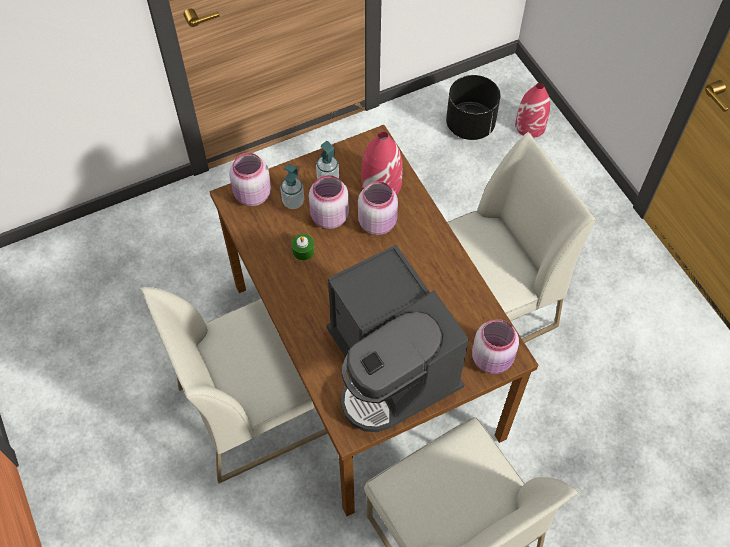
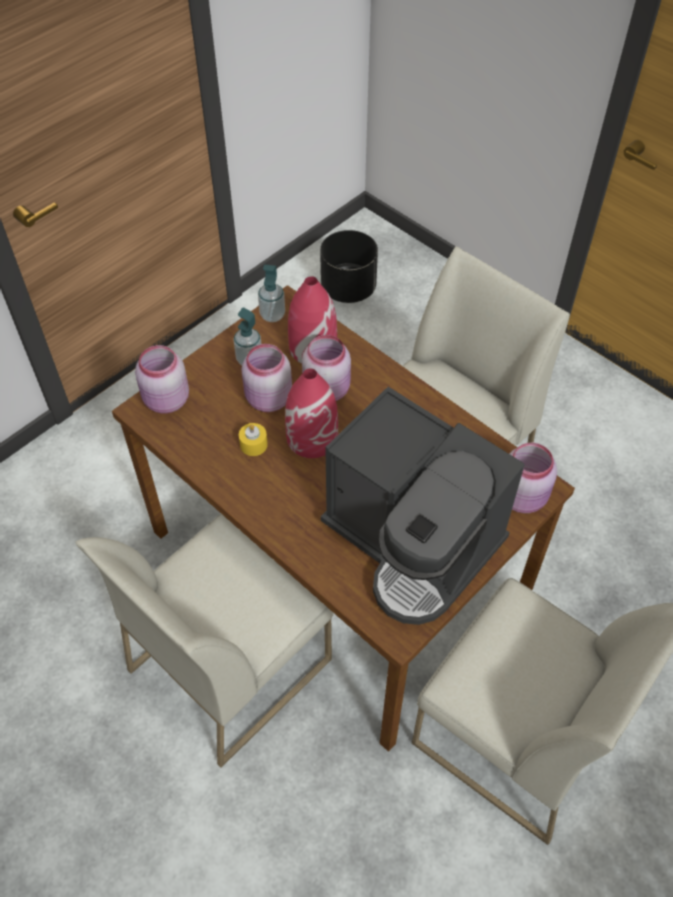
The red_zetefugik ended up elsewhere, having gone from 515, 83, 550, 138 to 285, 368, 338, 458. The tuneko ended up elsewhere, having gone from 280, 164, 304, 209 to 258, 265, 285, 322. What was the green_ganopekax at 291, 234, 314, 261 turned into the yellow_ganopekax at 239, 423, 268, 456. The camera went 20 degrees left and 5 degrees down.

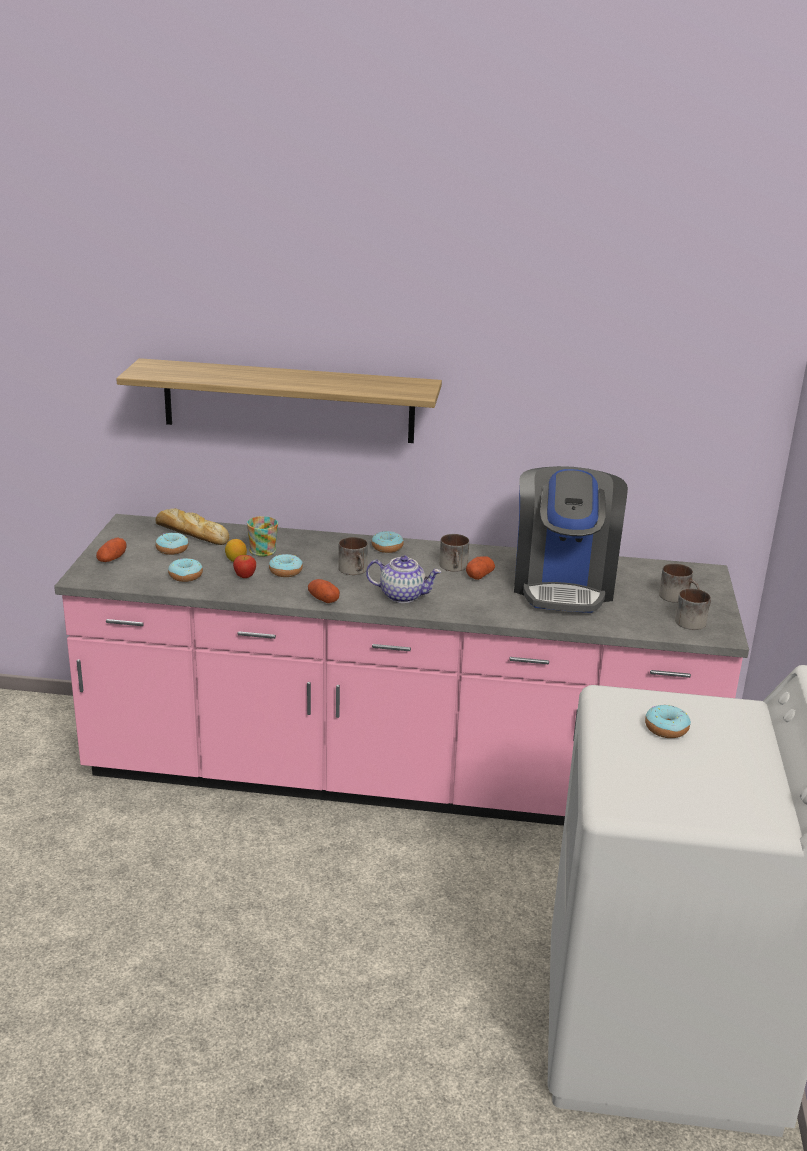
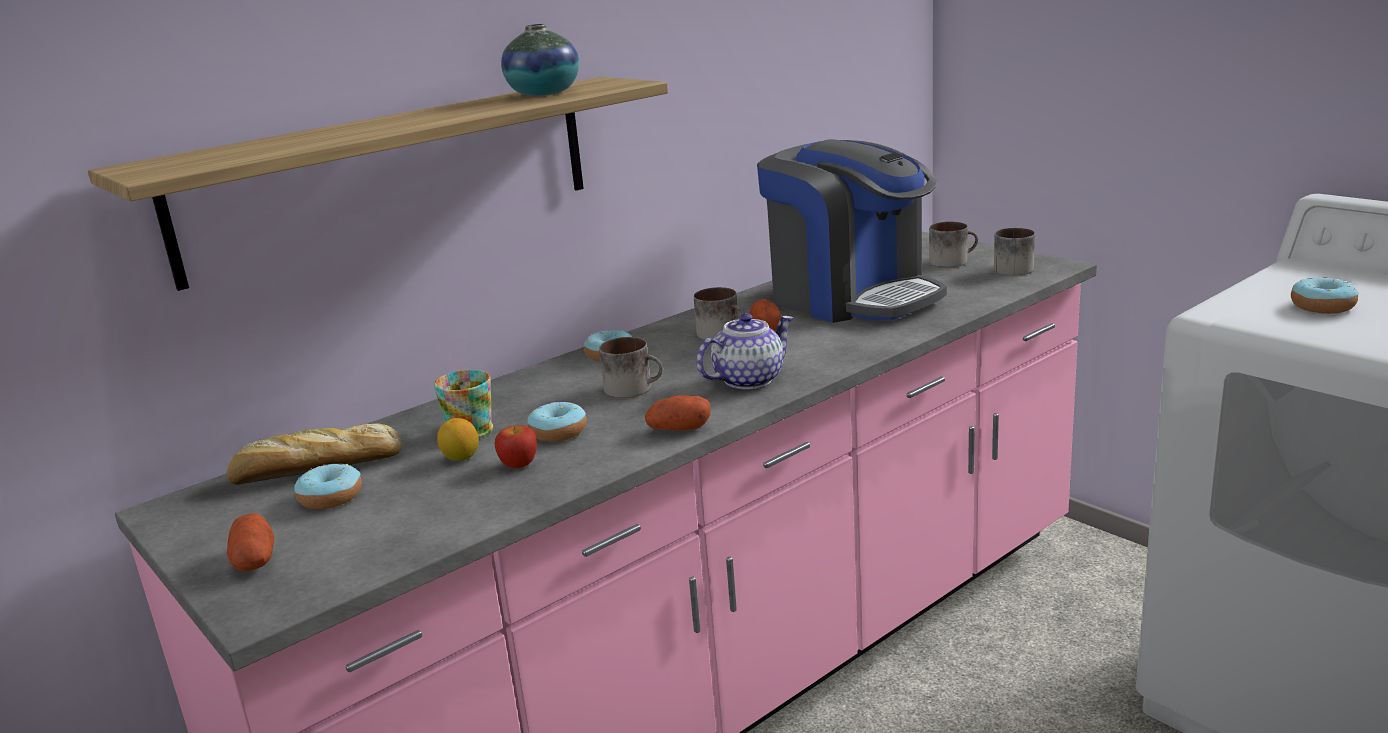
The second view lost the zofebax at 168, 558, 203, 582. The second view gained the zetefugik at 501, 24, 579, 96. The camera went 45 degrees left and 5 degrees down.

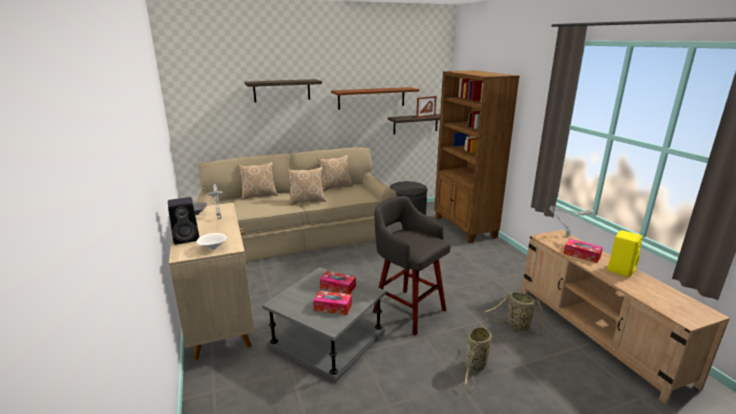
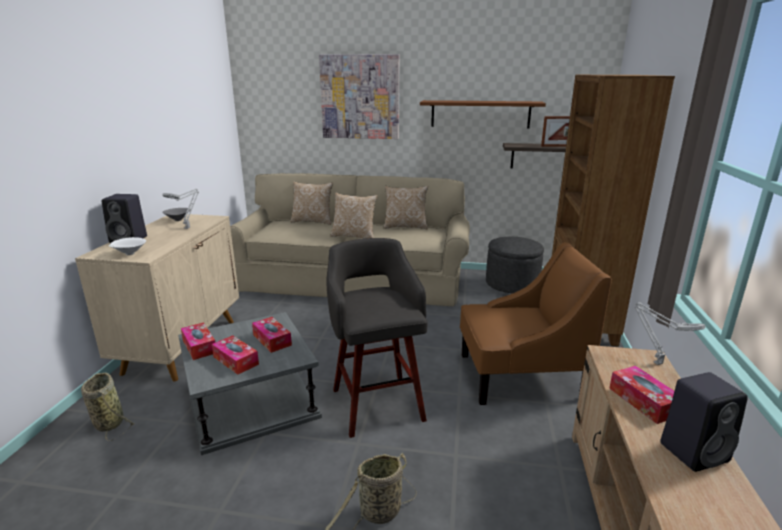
Where the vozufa hung at 245, 79, 322, 102, the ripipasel came to hang at 319, 54, 399, 139. What was the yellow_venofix at 607, 230, 643, 277 turned into the black_venofix at 660, 372, 748, 472. The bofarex ended up elsewhere, having gone from 484, 292, 544, 332 to 81, 373, 135, 441. The second view gained the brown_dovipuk at 460, 242, 612, 405. The second view gained the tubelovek at 181, 322, 215, 360. The camera went 30 degrees right and 0 degrees up.

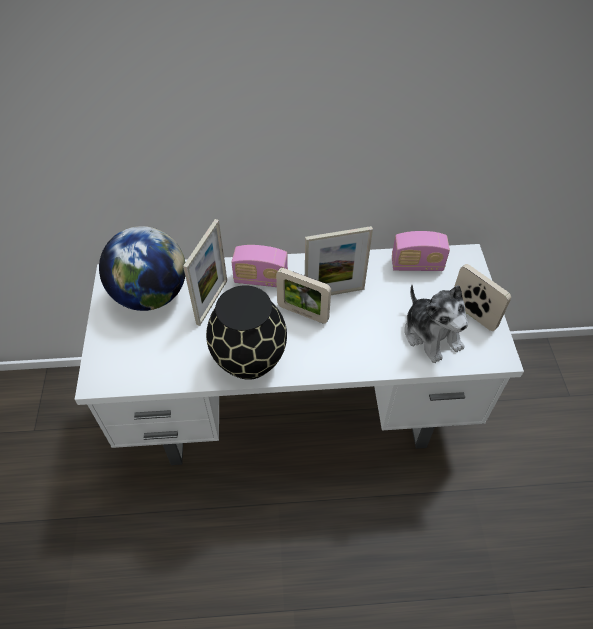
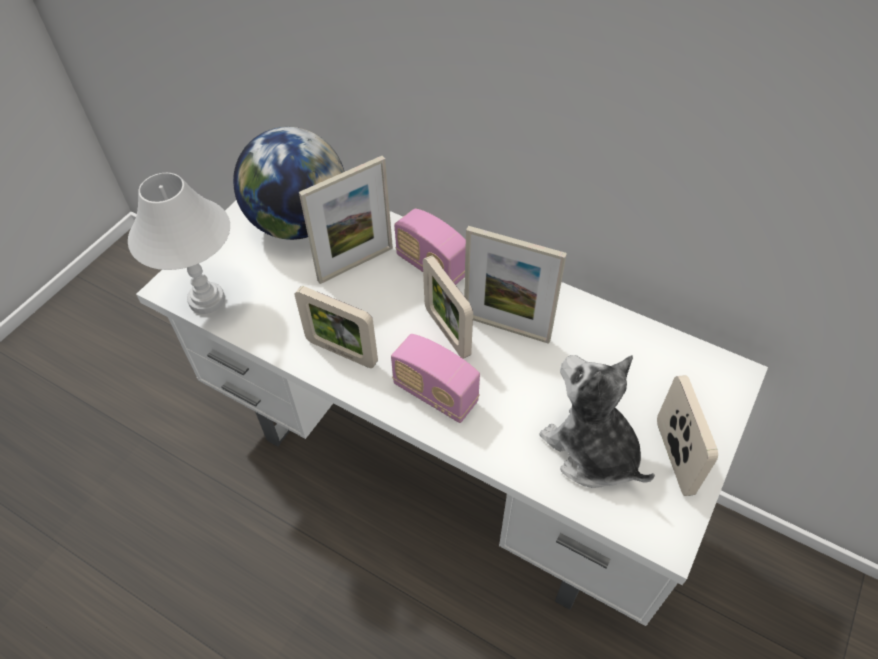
The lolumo ended up elsewhere, having gone from 392, 231, 450, 271 to 391, 334, 480, 423. Where the black_zetefugik stood at 206, 285, 287, 380, the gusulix came to stand at 295, 286, 378, 368. The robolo at 405, 285, 468, 363 ended up facing another way, 135 degrees clockwise from before. The second view gained the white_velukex at 128, 173, 230, 314. The camera went 35 degrees right and 0 degrees up.

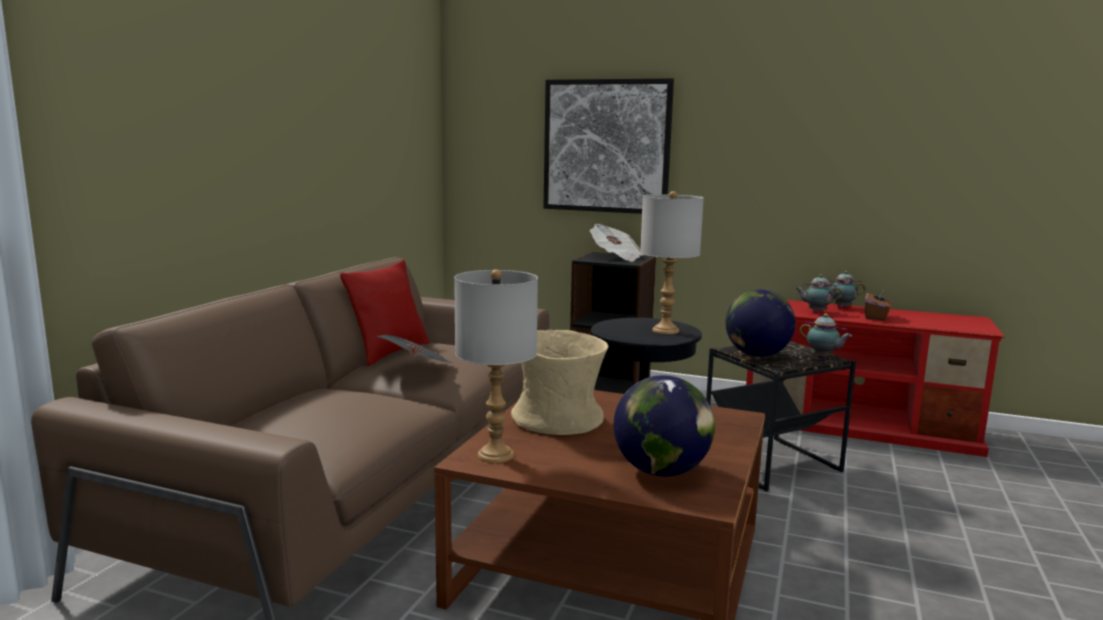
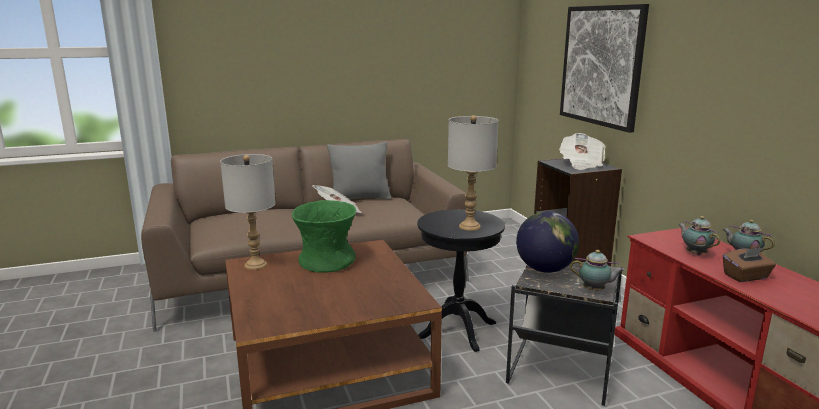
What was the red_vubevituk at 340, 260, 430, 366 turned into the grey_vubevituk at 327, 142, 392, 200. The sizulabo at 800, 313, 852, 358 ended up facing another way, 75 degrees counterclockwise from before. What was the beige_zetefugik at 511, 330, 609, 435 turned into the green_zetefugik at 292, 200, 356, 273. The second view lost the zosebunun at 614, 375, 715, 477. The camera went 50 degrees right and 5 degrees up.

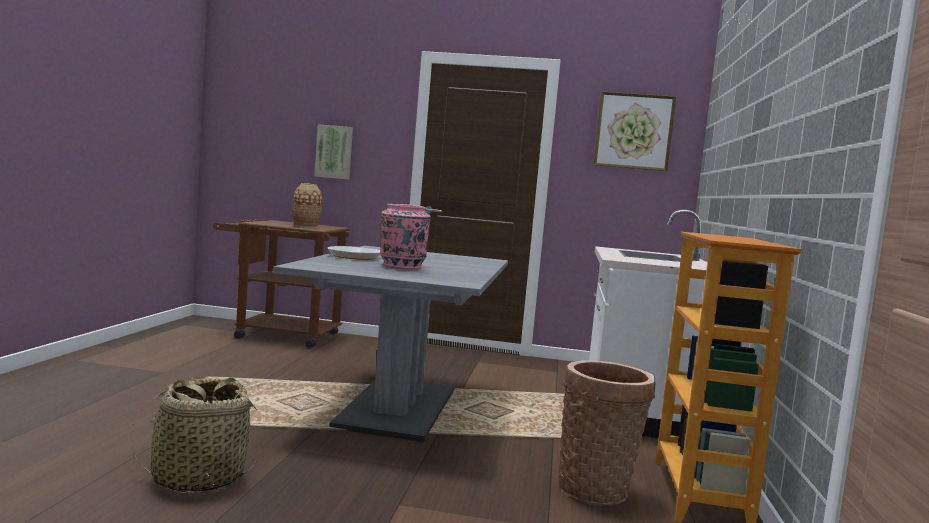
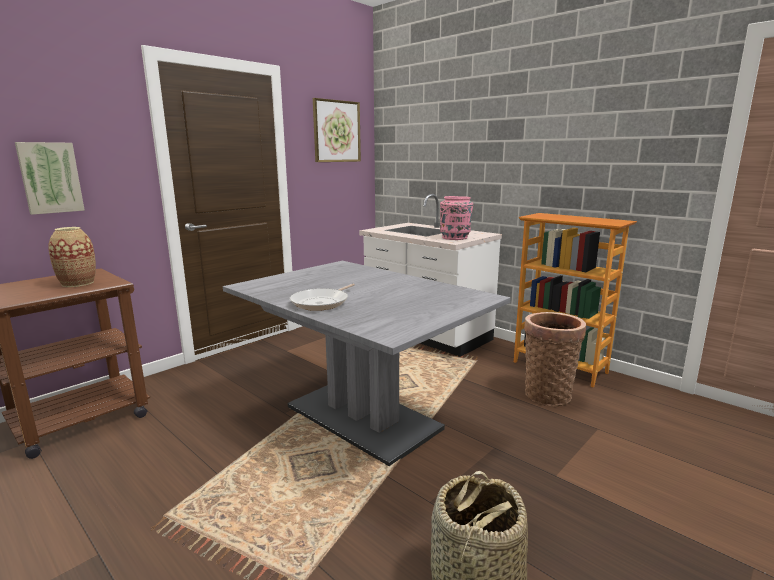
The pink_zetefugik ended up elsewhere, having gone from 380, 204, 431, 270 to 440, 196, 473, 240. The camera went 55 degrees left and 10 degrees up.

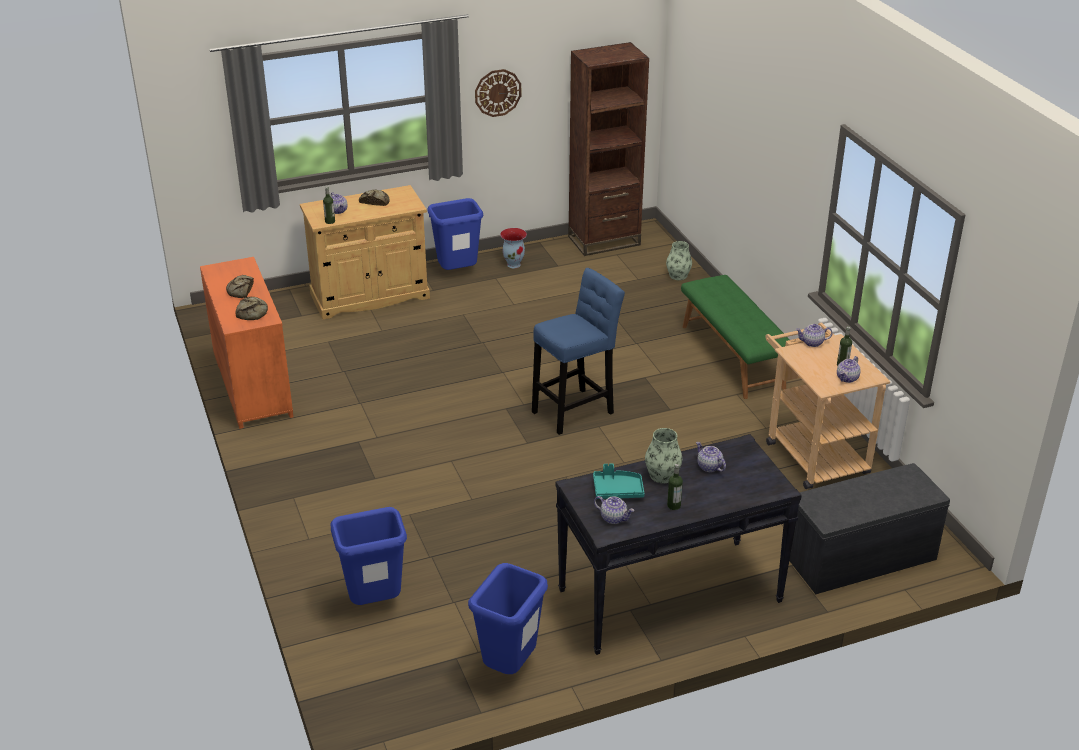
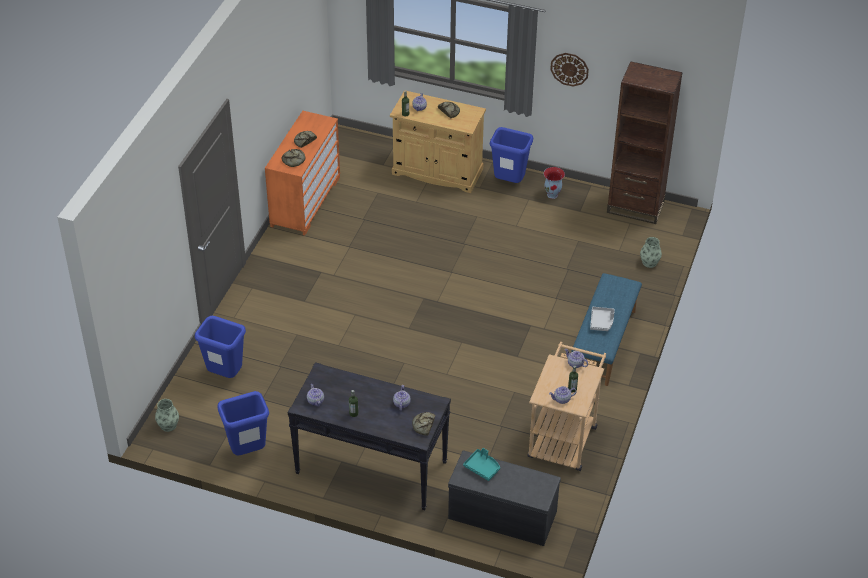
The second view lost the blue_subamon at 532, 268, 625, 435. What was the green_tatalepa at 681, 275, 790, 399 turned into the blue_tatalepa at 572, 273, 642, 386. The zetefugik ended up elsewhere, having gone from 645, 428, 682, 483 to 155, 399, 179, 432. The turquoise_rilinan ended up elsewhere, having gone from 593, 464, 645, 499 to 463, 448, 500, 481. The second view gained the grey_rilinan at 590, 307, 615, 331. The second view gained the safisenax at 412, 412, 435, 436. The camera went 40 degrees right and 10 degrees up.

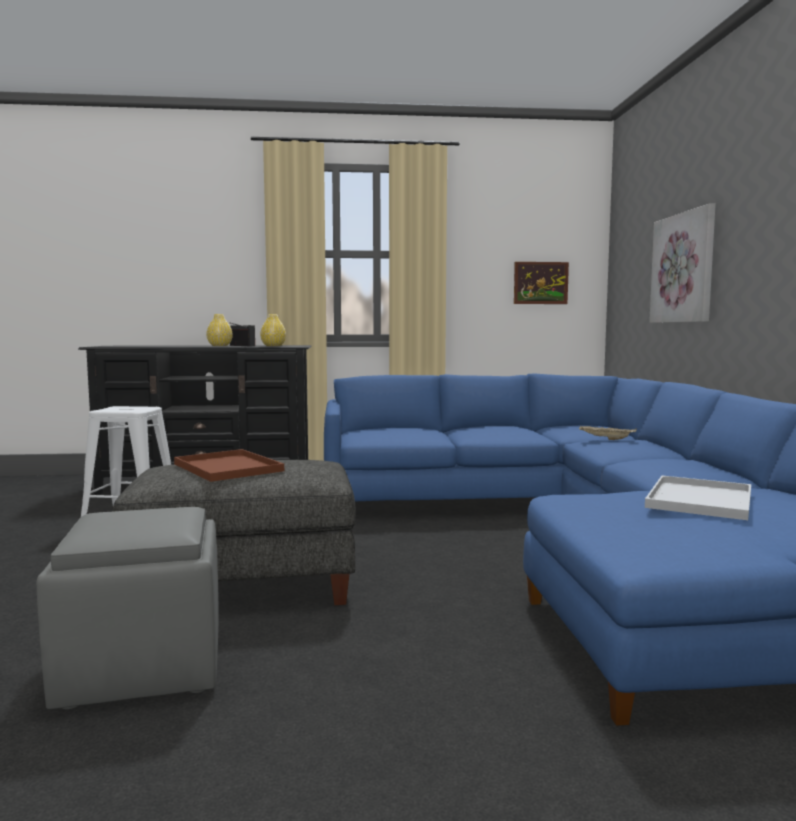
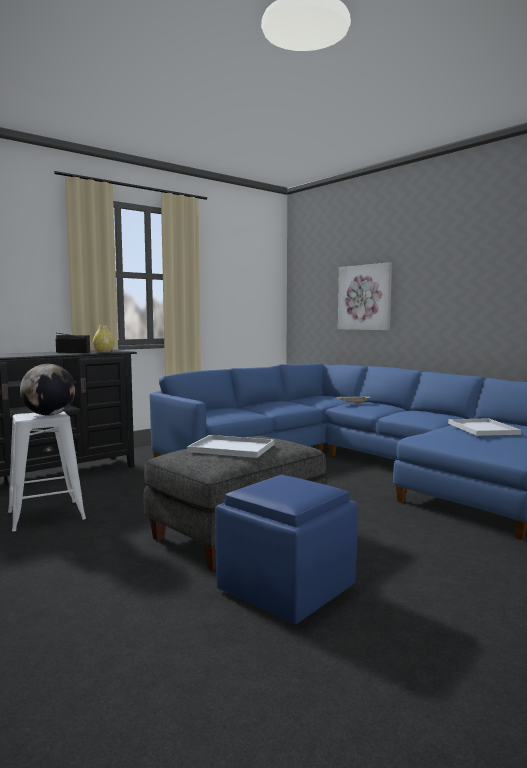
The second view lost the ripipasel at 514, 262, 569, 304. The second view lost the yellow_zetefugik at 206, 314, 233, 346. What was the brown_rilinan at 174, 449, 284, 482 turned into the white_rilinan at 187, 435, 274, 458. What was the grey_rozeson at 37, 507, 219, 710 turned into the blue_rozeson at 215, 475, 358, 624. The second view gained the zosebunun at 20, 364, 76, 416. The camera went 35 degrees left and 0 degrees up.

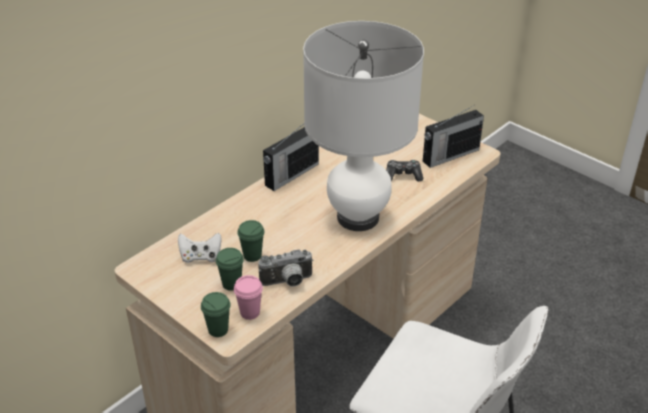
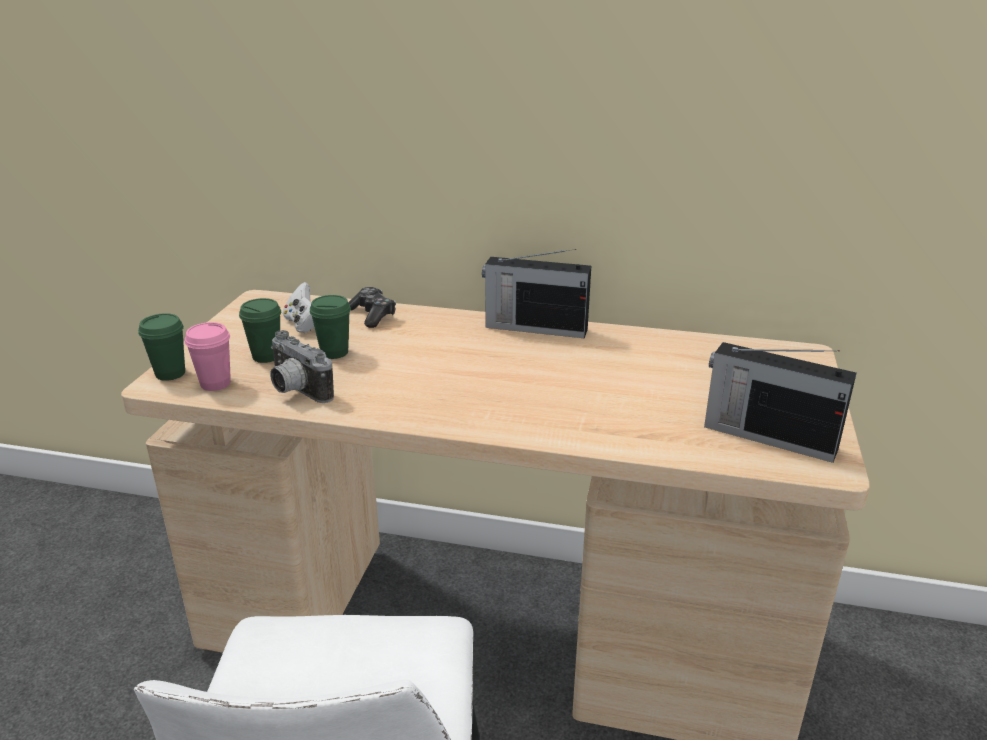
The second view lost the white_velukex at 303, 21, 424, 231. The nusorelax ended up elsewhere, having gone from 386, 160, 423, 181 to 348, 287, 396, 328. The camera went 60 degrees right and 10 degrees down.

